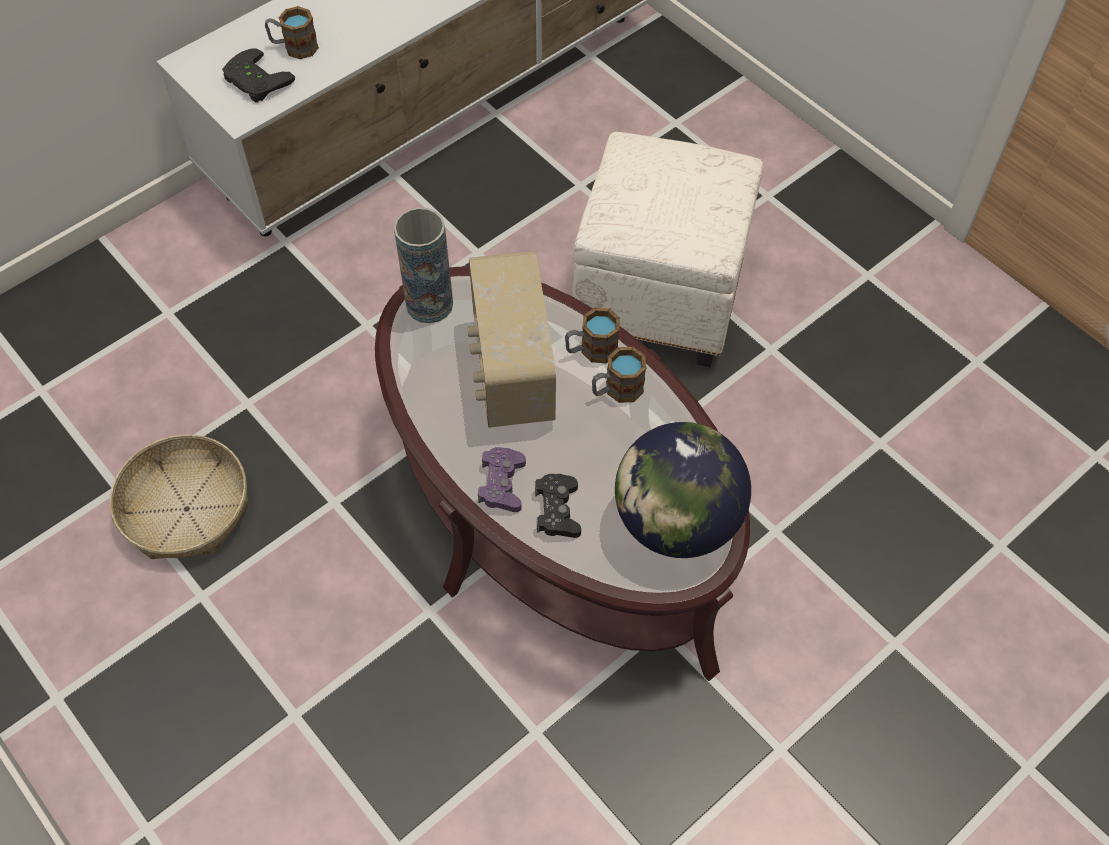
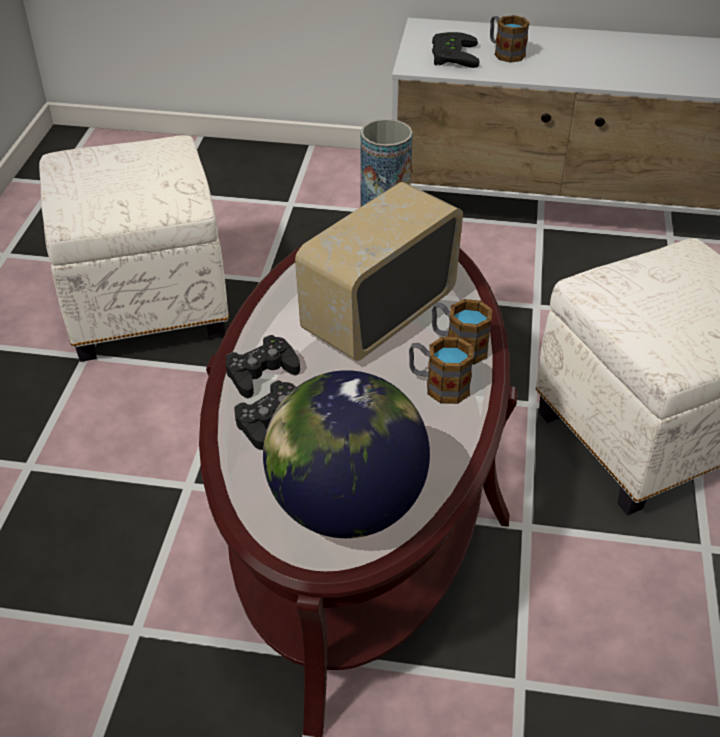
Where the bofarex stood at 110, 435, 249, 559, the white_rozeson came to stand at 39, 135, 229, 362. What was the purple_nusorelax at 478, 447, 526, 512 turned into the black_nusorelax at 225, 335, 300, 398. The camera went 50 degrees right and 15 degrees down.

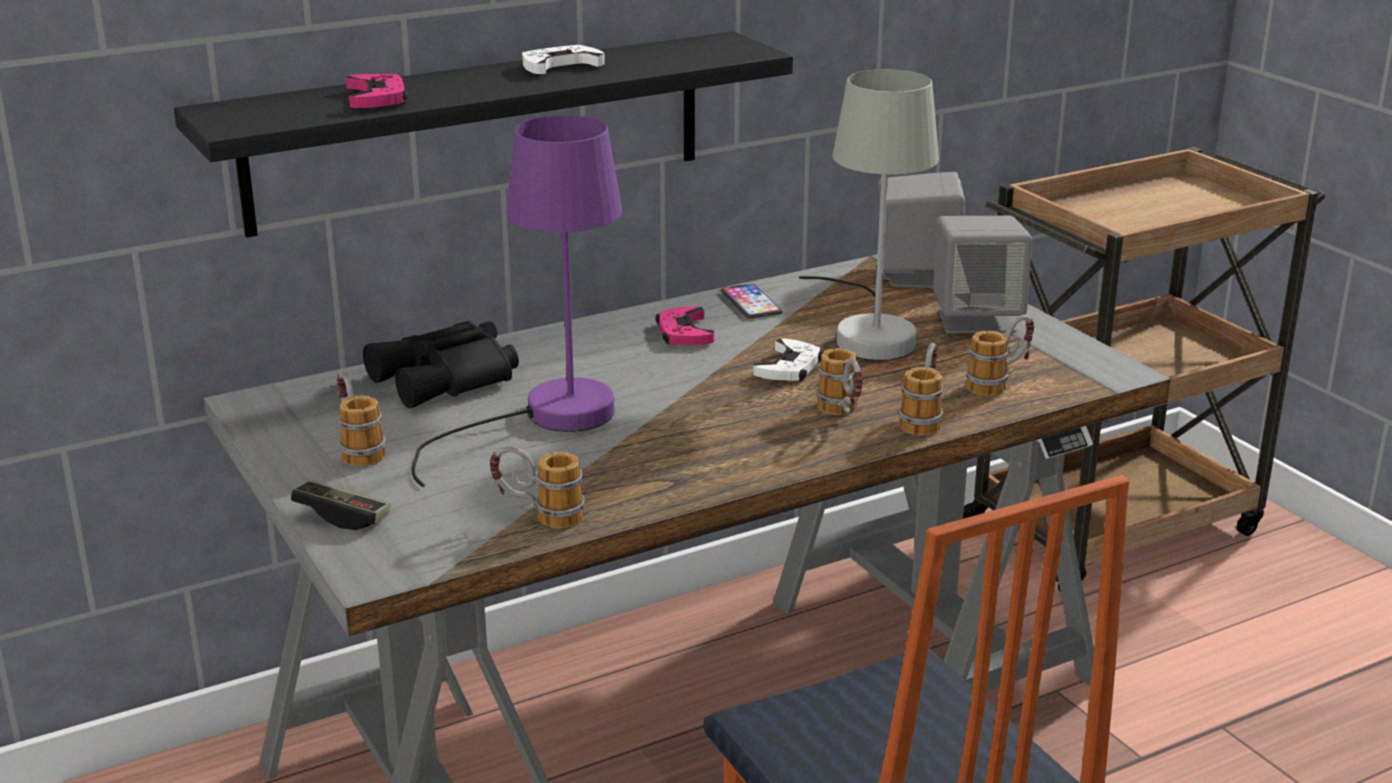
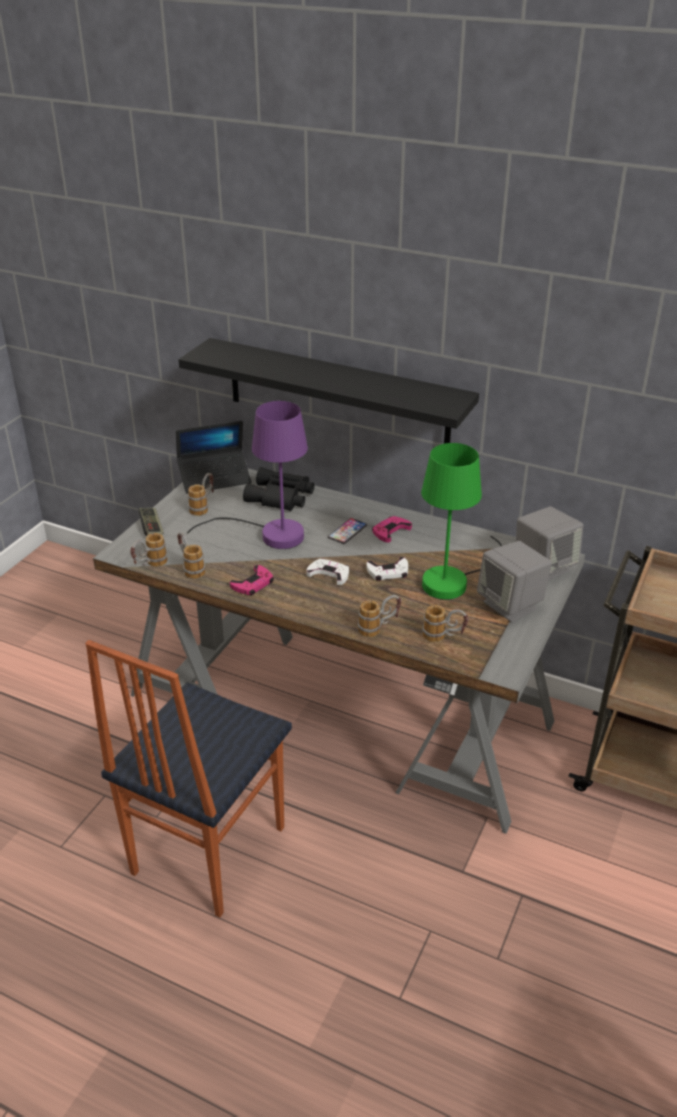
The white_nusorelax ended up elsewhere, having gone from 522, 45, 605, 74 to 306, 559, 349, 585. What was the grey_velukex at 799, 69, 939, 361 turned into the green_velukex at 421, 443, 502, 600. The pink_nusorelax ended up elsewhere, having gone from 346, 74, 408, 108 to 230, 565, 274, 595. The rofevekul ended up elsewhere, having gone from 721, 284, 783, 319 to 328, 518, 367, 544. The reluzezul ended up elsewhere, having gone from 816, 348, 863, 415 to 130, 533, 168, 567. The second view gained the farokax at 176, 421, 252, 494. The camera went 55 degrees right and 10 degrees up.

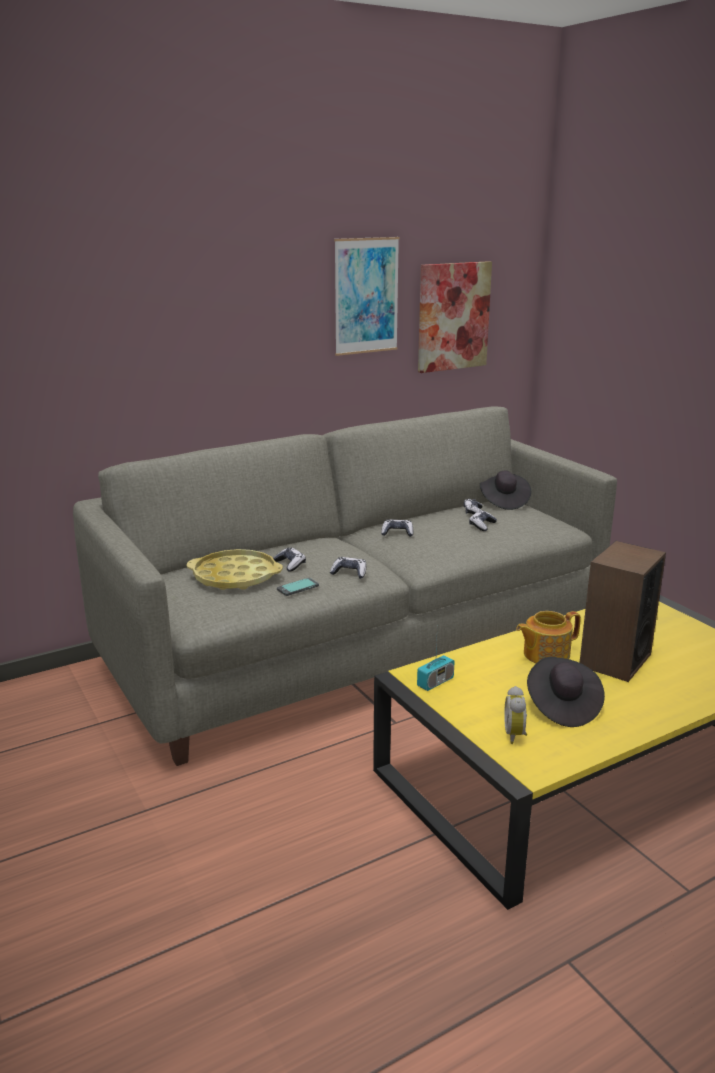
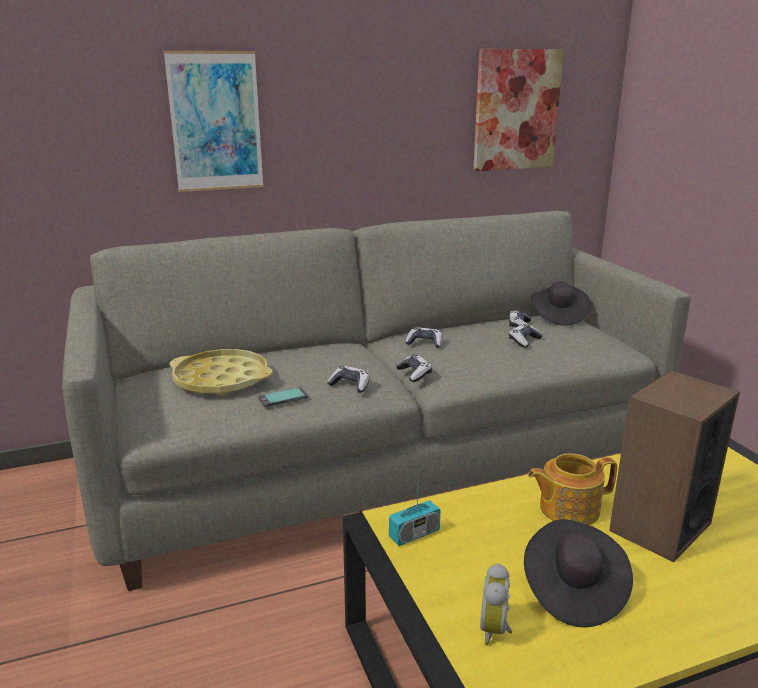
The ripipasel ended up elsewhere, having gone from 334, 237, 399, 356 to 164, 51, 264, 192. The nusorelax ended up elsewhere, having gone from 273, 547, 306, 571 to 396, 354, 432, 382. The camera went 10 degrees right and 0 degrees up.

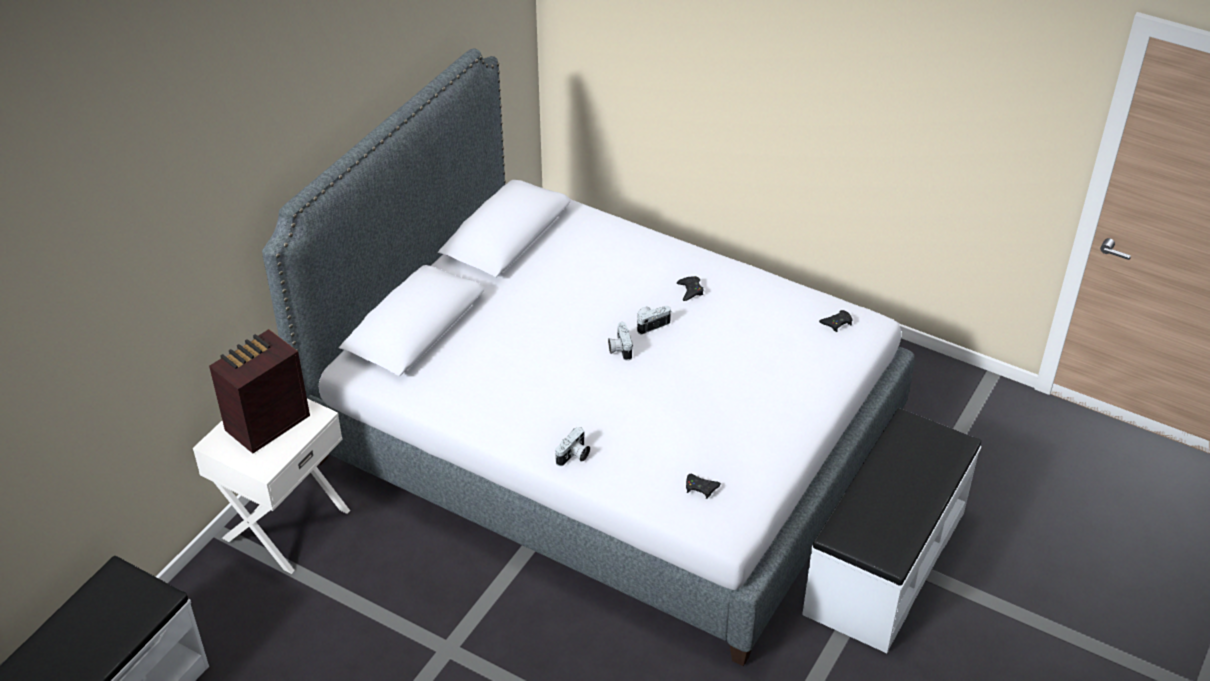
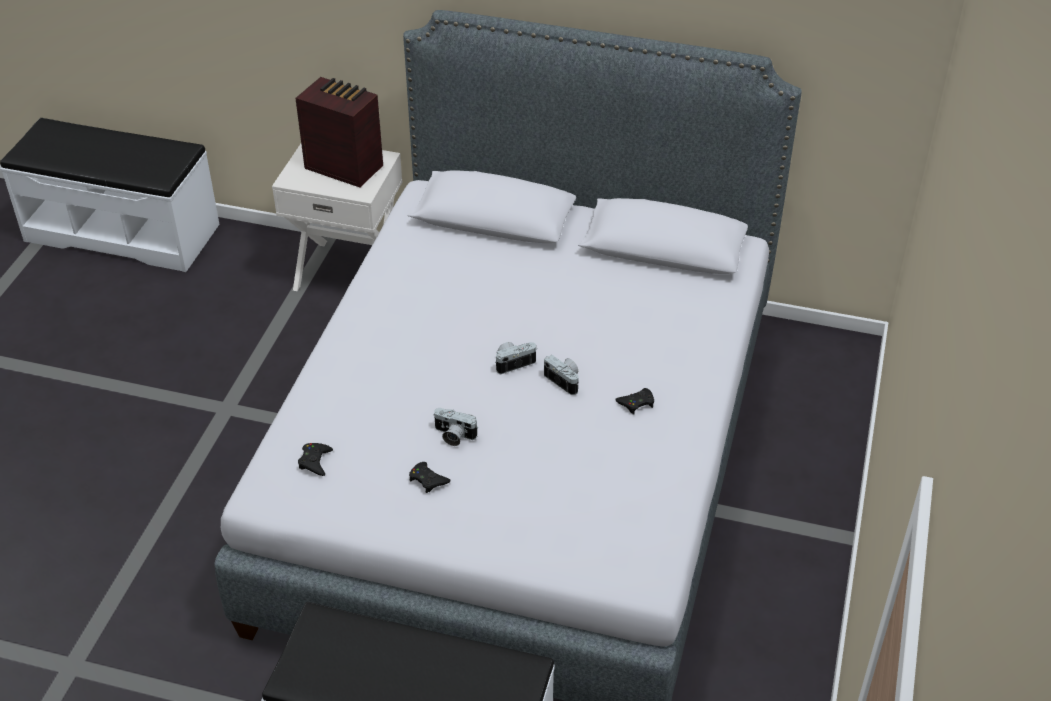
The black_nusorelax ended up elsewhere, having gone from 819, 310, 853, 332 to 409, 462, 451, 493. The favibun ended up elsewhere, having gone from 555, 427, 590, 466 to 433, 408, 477, 446. The camera went 75 degrees right and 0 degrees up.

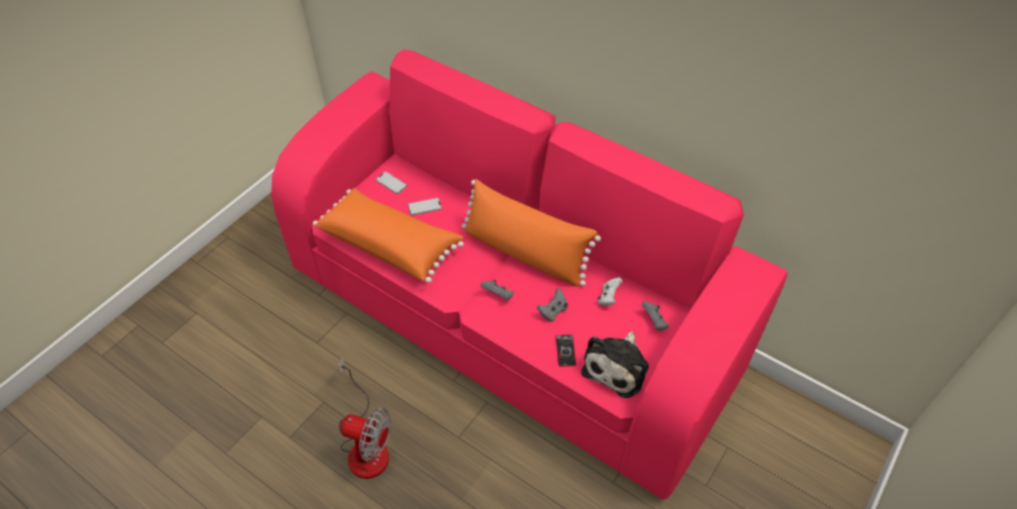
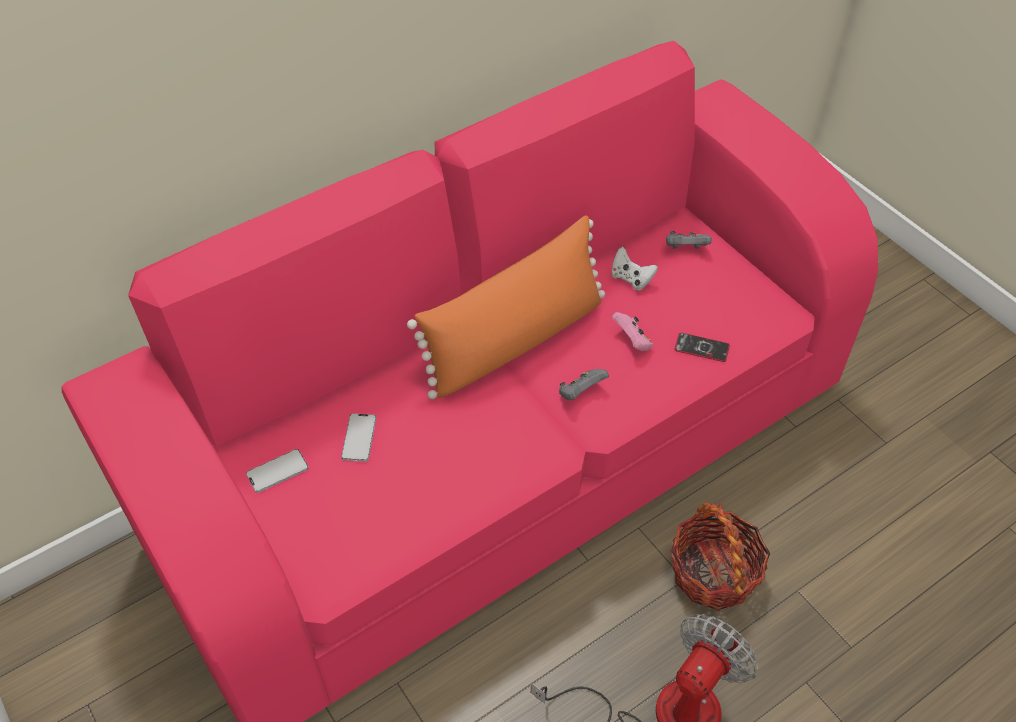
The second view lost the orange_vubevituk at 313, 188, 464, 283. What was the grey_nusorelax at 537, 288, 568, 322 turned into the pink_nusorelax at 612, 312, 653, 351. The second view lost the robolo at 581, 331, 649, 398. The second view gained the bofarex at 671, 502, 770, 611. The camera went 70 degrees left and 0 degrees up.

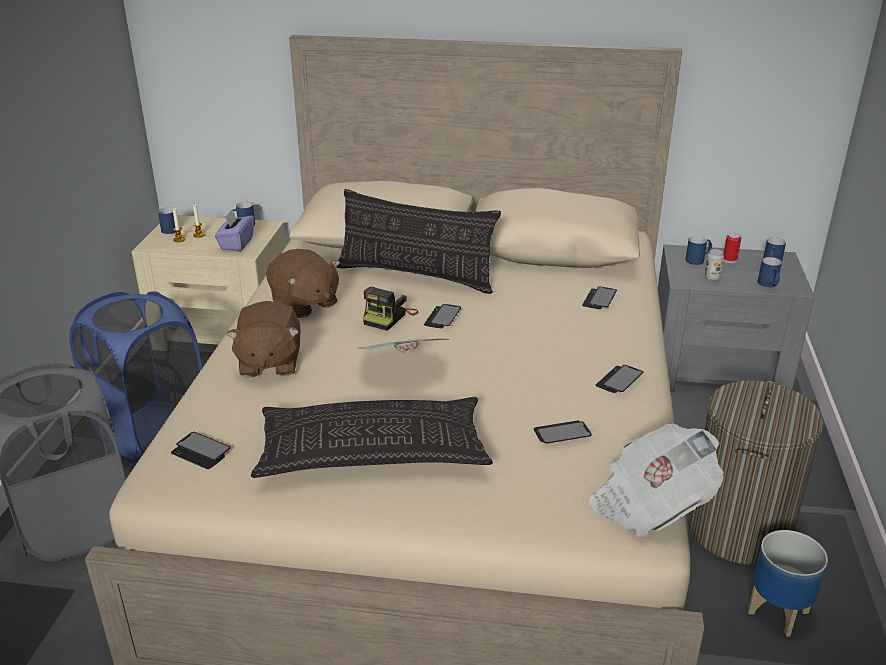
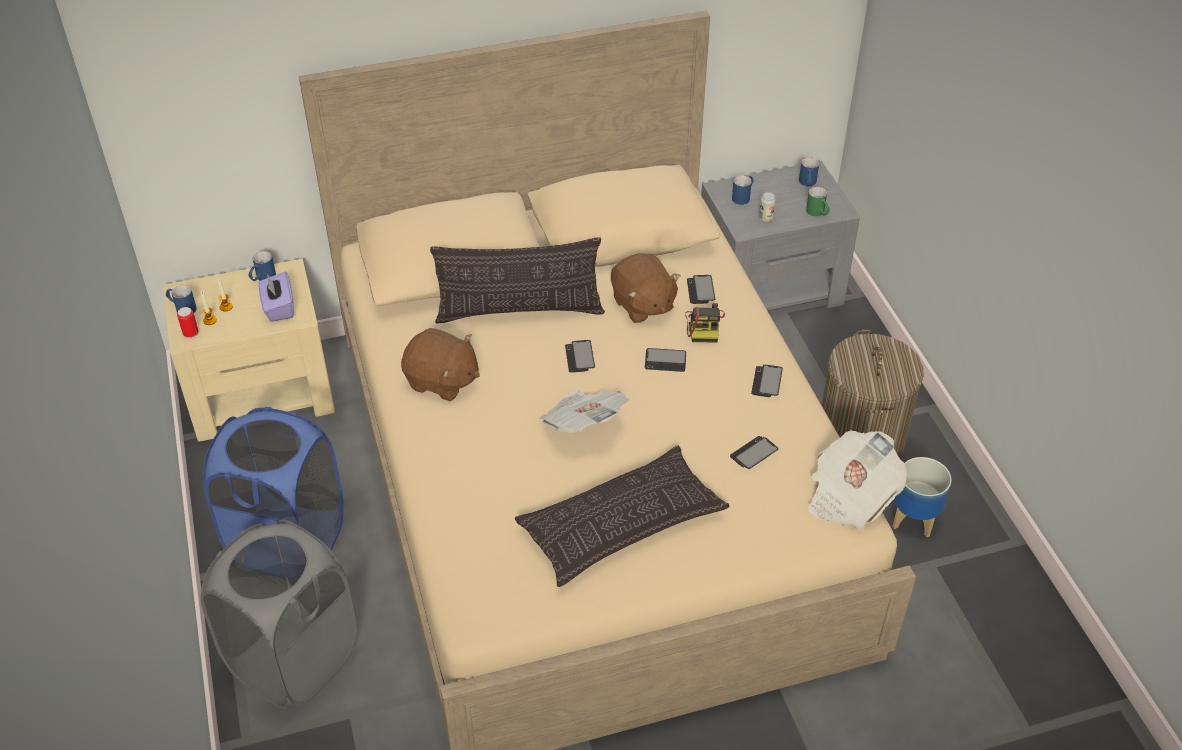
The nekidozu ended up elsewhere, having gone from 723, 232, 741, 263 to 177, 307, 199, 339. What was the blue_reluzezul at 758, 257, 782, 287 turned into the green_reluzezul at 806, 187, 830, 216. The favibun ended up elsewhere, having gone from 363, 287, 419, 331 to 685, 303, 725, 343. The brown_robolo ended up elsewhere, having gone from 226, 301, 300, 377 to 611, 253, 681, 323. The rofevekul ended up elsewhere, having gone from 171, 432, 231, 469 to 645, 348, 686, 372. The camera went 25 degrees left and 15 degrees up.

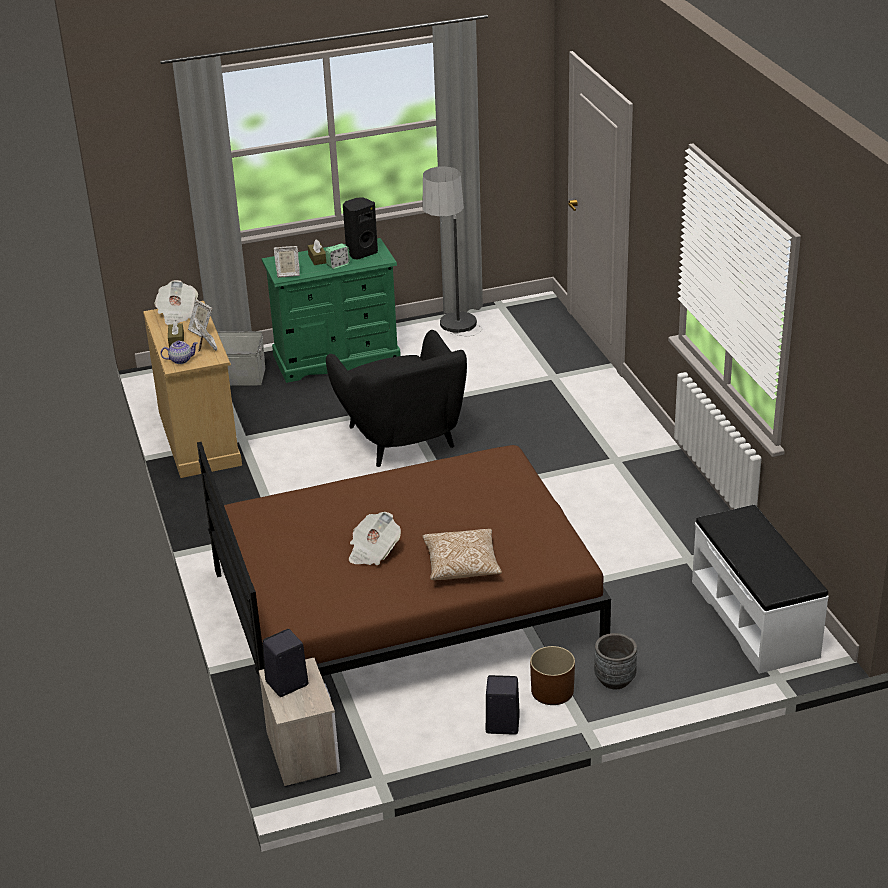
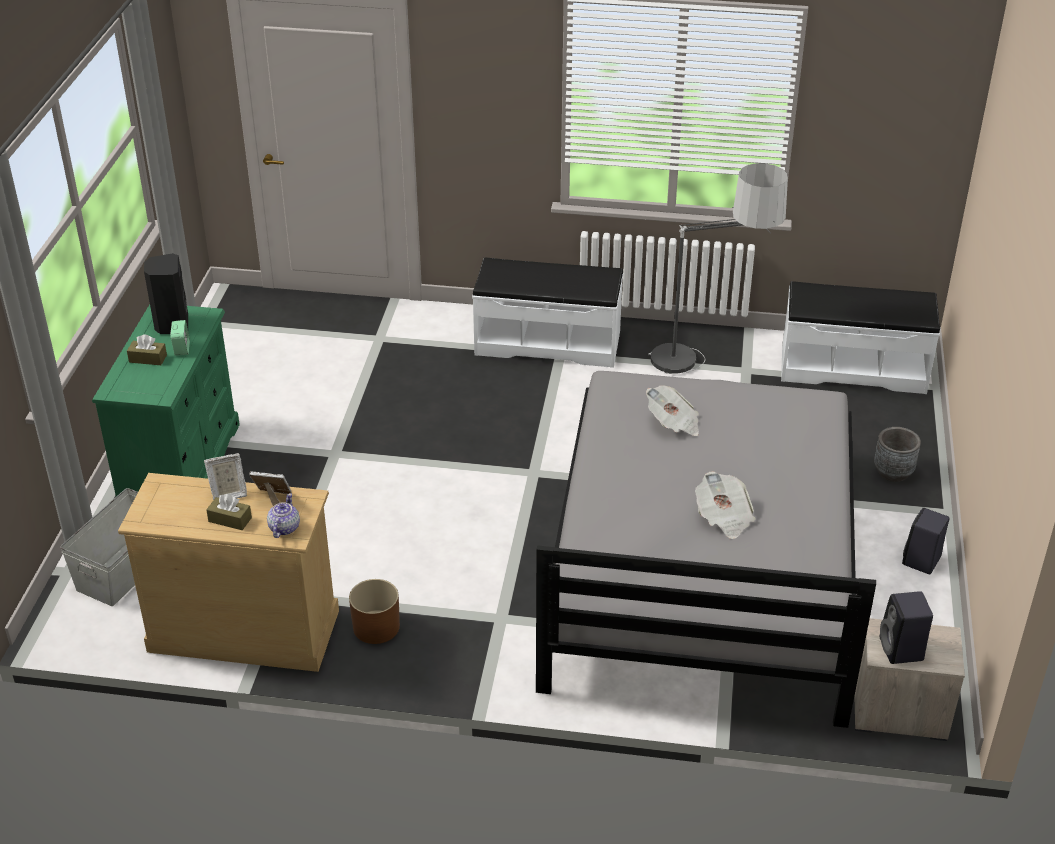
The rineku ended up elsewhere, having gone from 422, 166, 482, 336 to 649, 163, 788, 374. The second view lost the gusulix at 274, 246, 300, 278. The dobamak ended up elsewhere, having gone from 154, 280, 198, 325 to 646, 385, 699, 436. The second view lost the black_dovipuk at 326, 330, 467, 467. What was the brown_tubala at 197, 442, 611, 716 turned into the grey_tubala at 536, 371, 876, 728. The second view lost the vubevituk at 423, 529, 502, 580. The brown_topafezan ended up elsewhere, having gone from 530, 646, 575, 705 to 349, 579, 400, 644. The second view gained the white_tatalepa at 472, 257, 623, 368. The camera went 65 degrees left and 5 degrees up.

